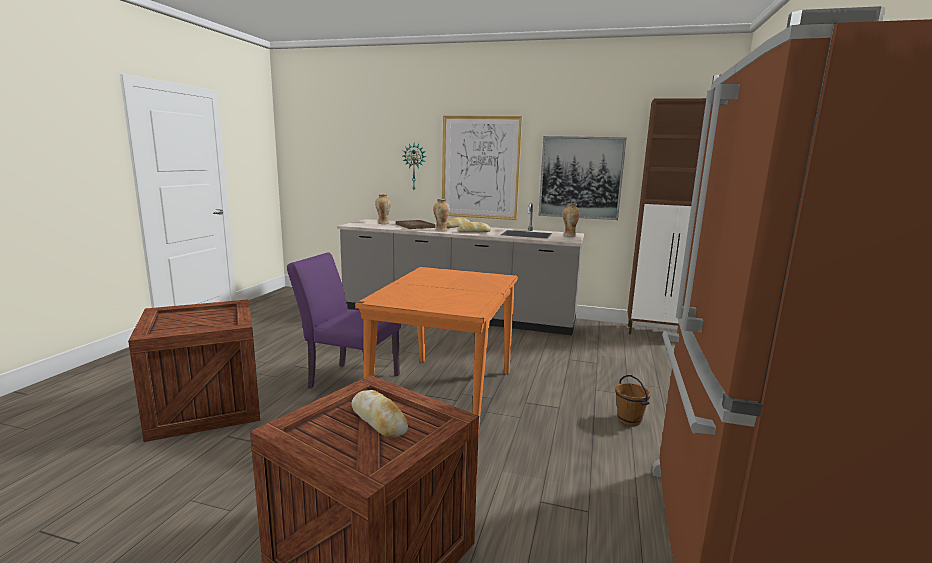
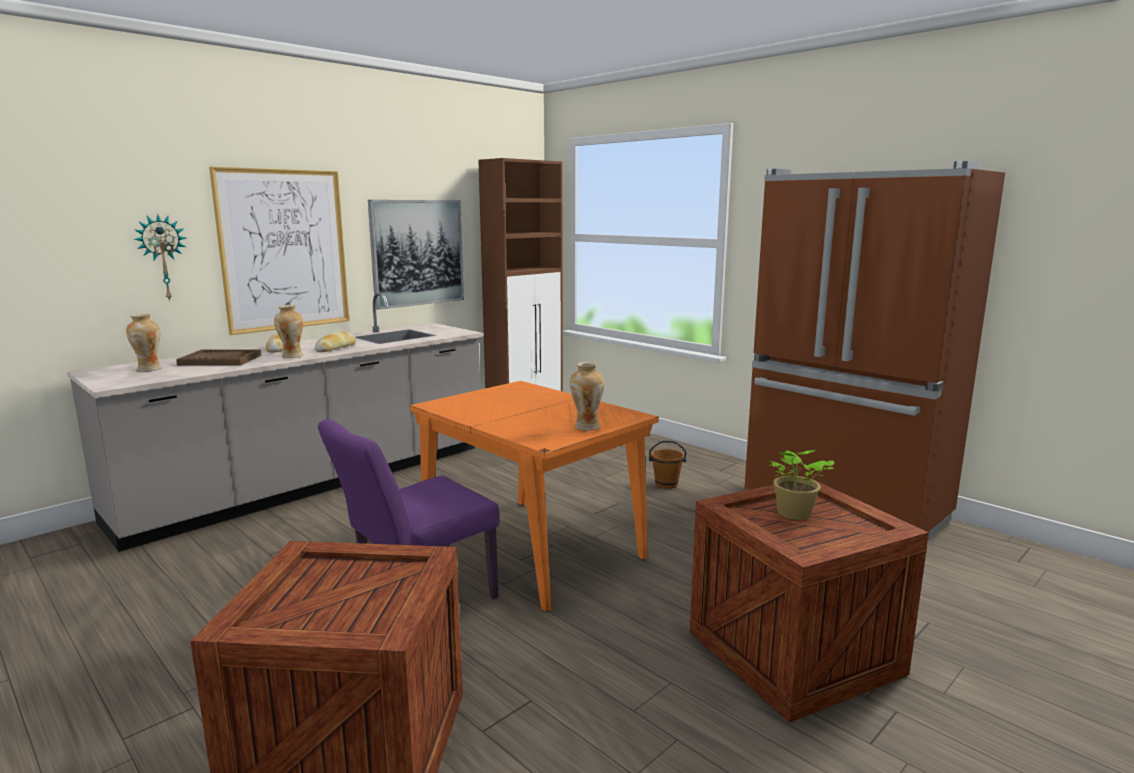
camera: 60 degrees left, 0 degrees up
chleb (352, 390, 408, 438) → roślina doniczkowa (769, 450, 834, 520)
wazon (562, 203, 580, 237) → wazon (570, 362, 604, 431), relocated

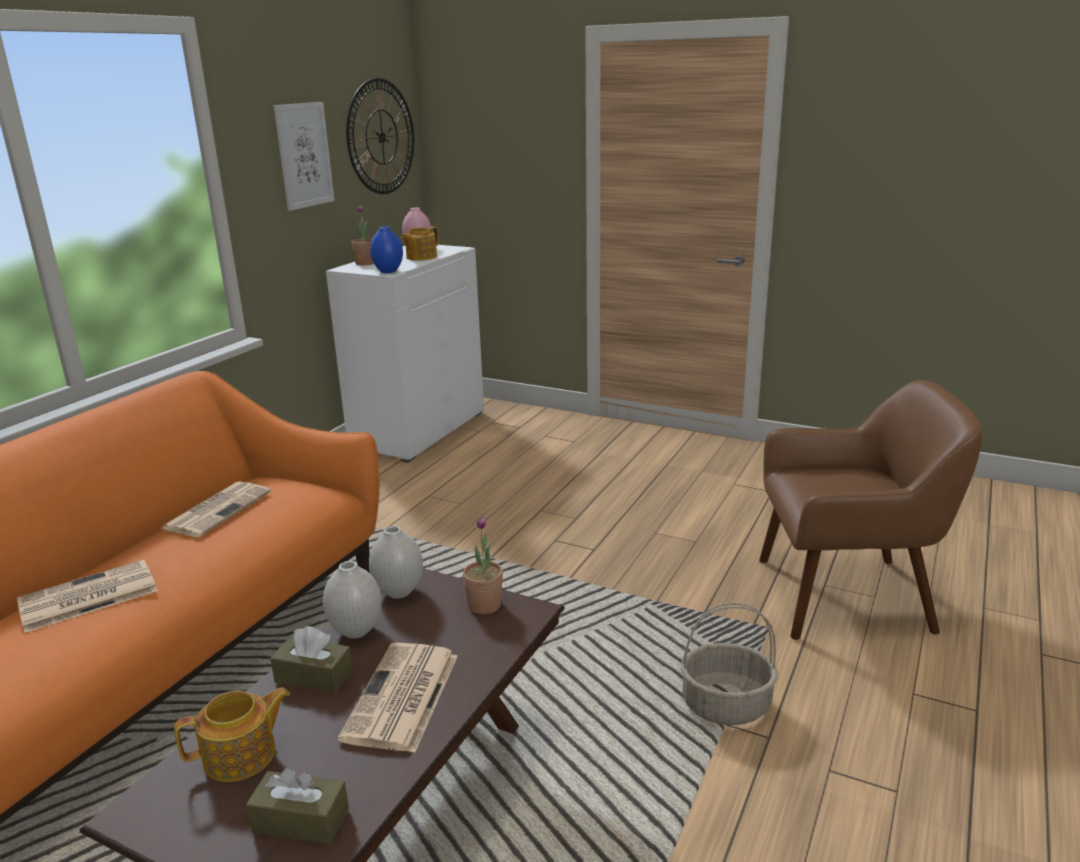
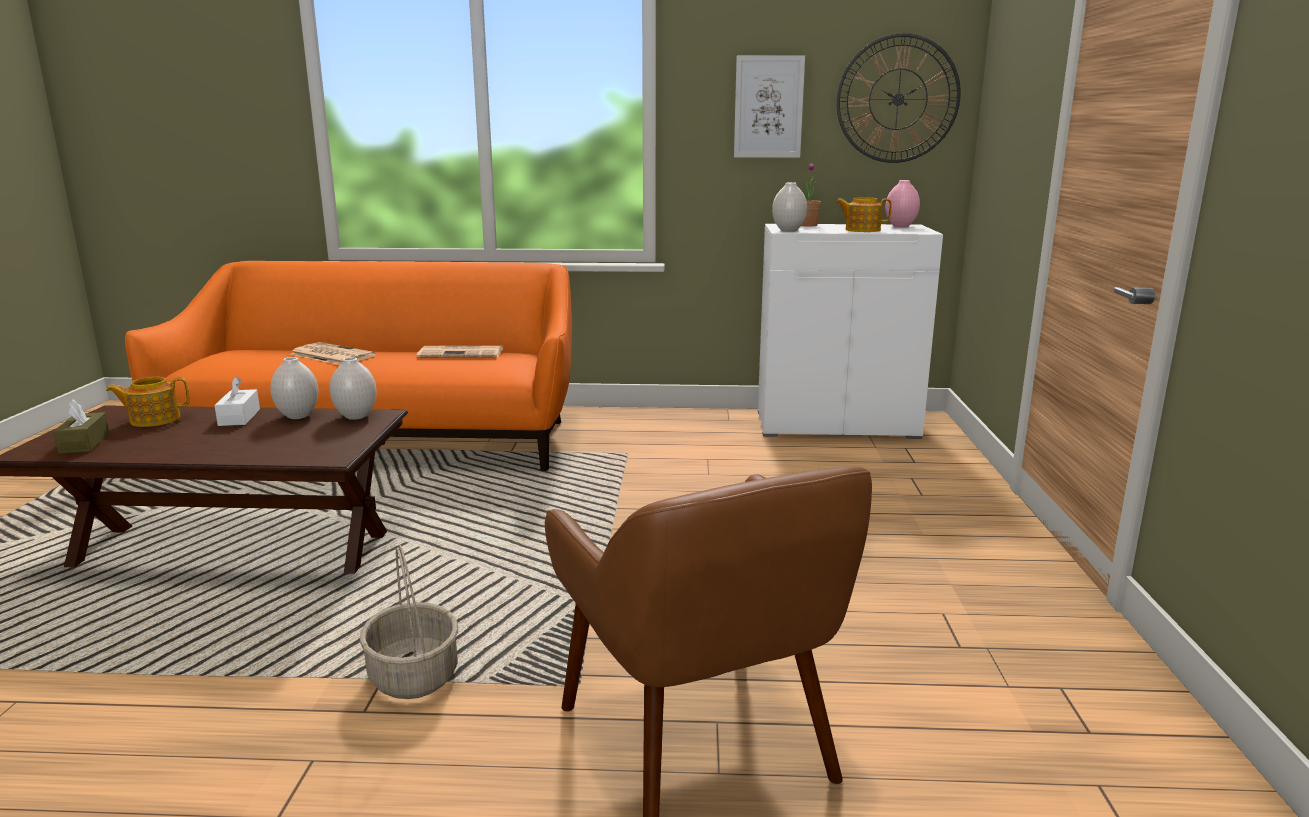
camera: 65 degrees right, 5 degrees down
imbryk (174, 688, 290, 782) → imbryk (106, 377, 190, 427), 120 degrees clockwise
pudełko chusteczek [brązowy] (270, 626, 353, 694) → pudełko chusteczek [biały] (214, 376, 260, 426)
gazeta (338, 642, 458, 753) → -
wazon [niebieski] (370, 226, 403, 273) → wazon [biały] (772, 182, 807, 232)
roślina doniczkowa (463, 517, 503, 614) → -

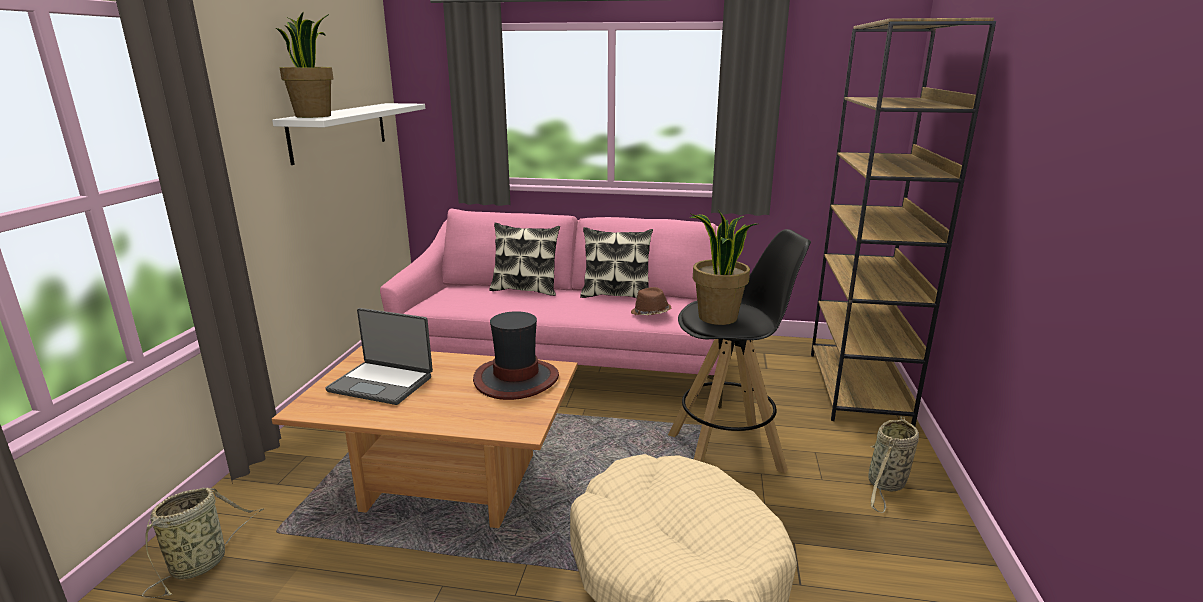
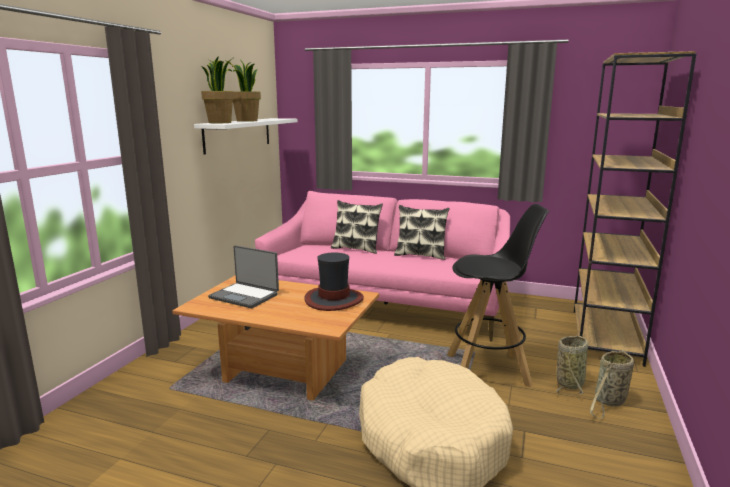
camera: 10 degrees right, 5 degrees down
koszyk (142, 488, 264, 598) → koszyk (556, 336, 588, 394), relocated
kapelusz [brązowy] (631, 287, 672, 315) → -
roślina doniczkowa (690, 210, 757, 325) → roślina doniczkowa (226, 59, 261, 122), relocated

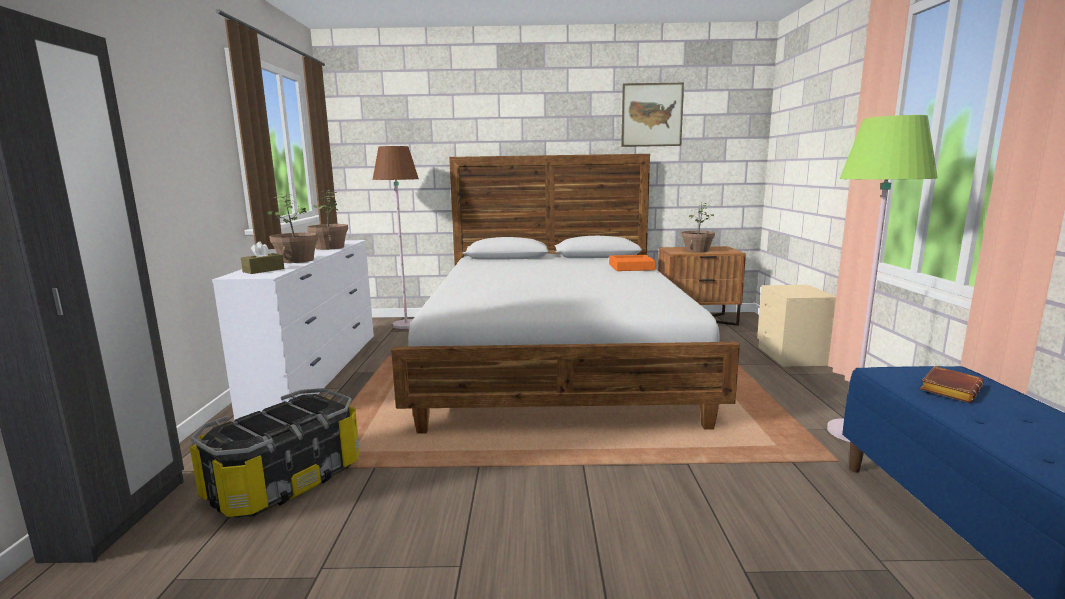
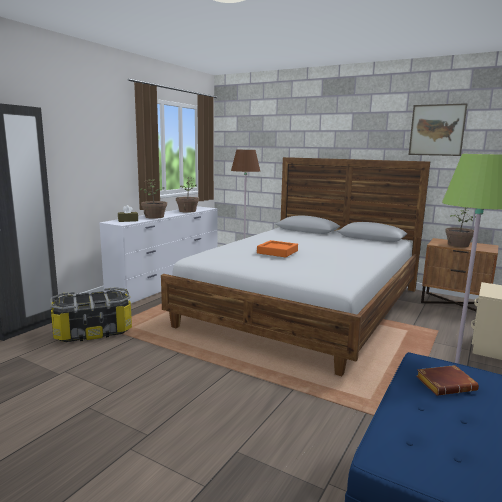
camera: 30 degrees right, 0 degrees up
taca [pomarańczowy] (609, 255, 656, 271) → taca [pomarańczowy] (257, 240, 298, 257), relocated

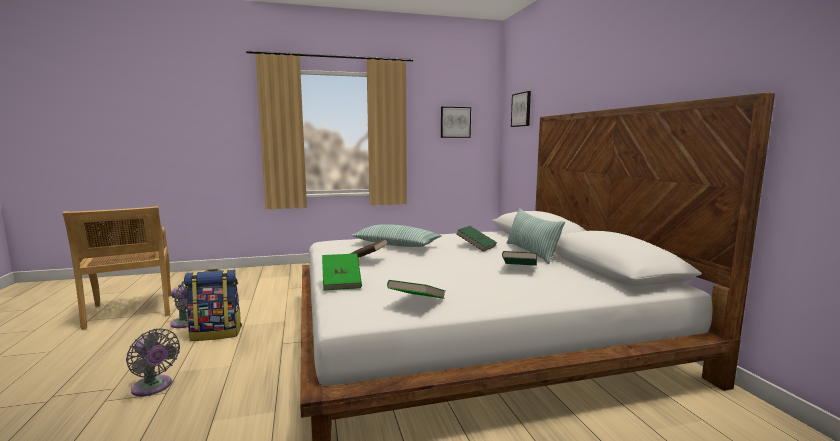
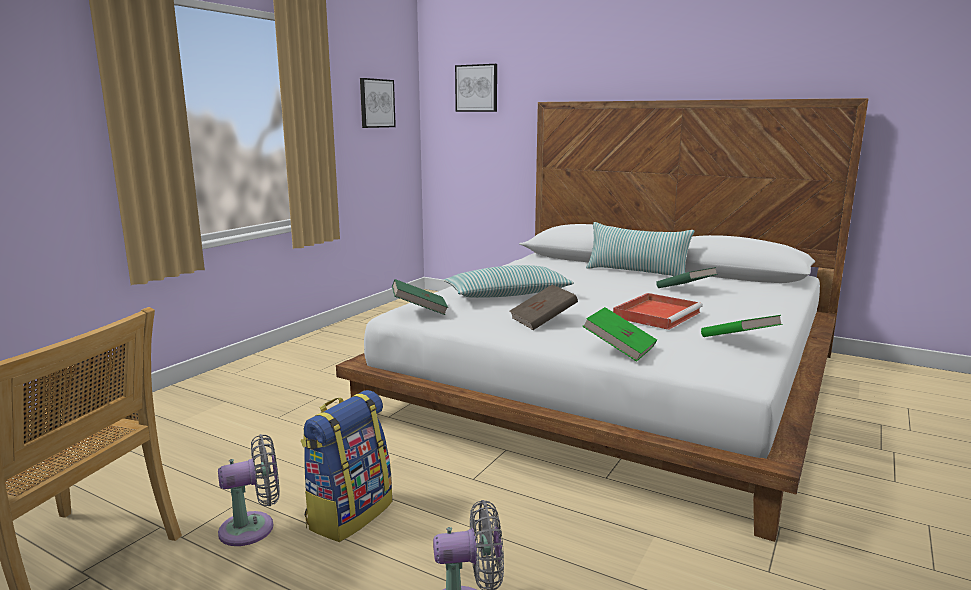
camera: 45 degrees left, 5 degrees up
książka [zielony] (456, 226, 497, 252) → książka [zielony] (392, 279, 448, 315), relocated
- → taca [czerwony] (613, 293, 703, 330)

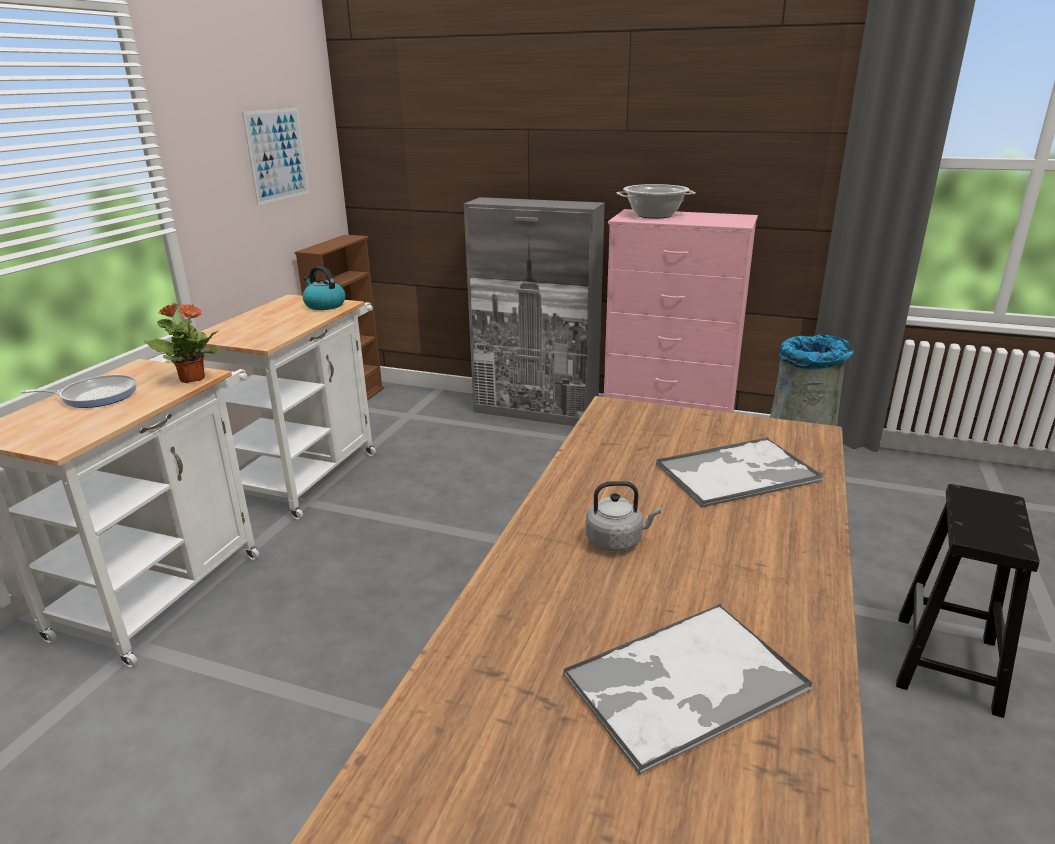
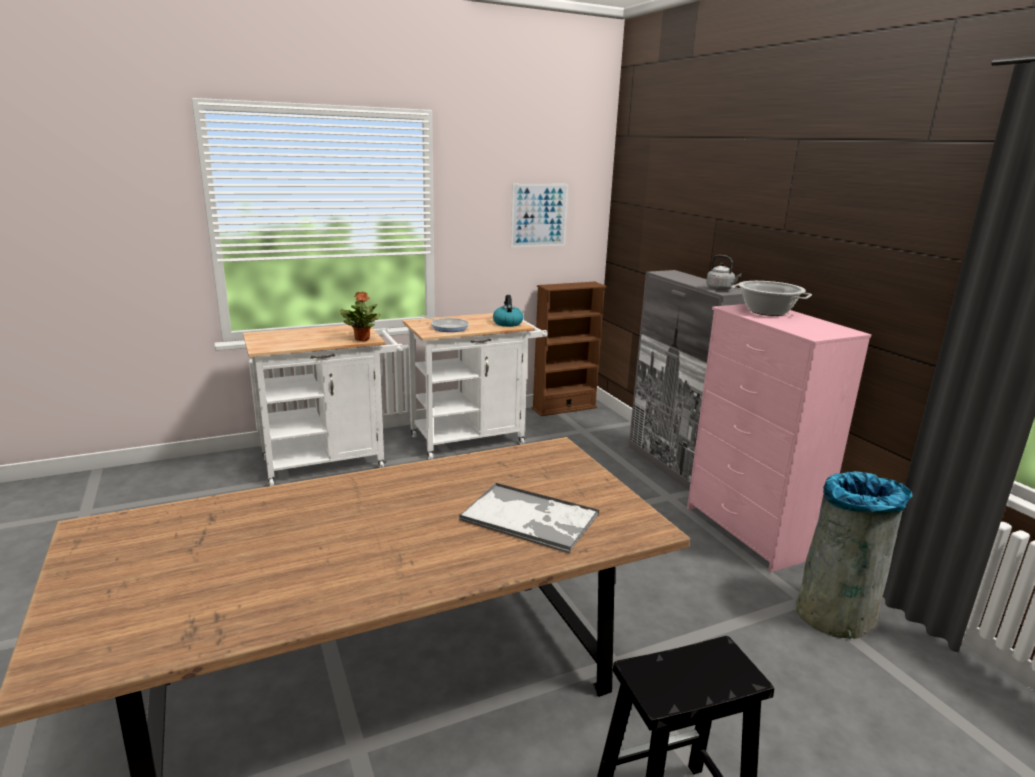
camera: 45 degrees right, 5 degrees down
patelnia (21, 375, 137, 408) → patelnia (421, 315, 469, 332), relocated
taca (563, 604, 812, 776) → -
czajnik [szary] (586, 481, 661, 551) → czajnik [szary] (706, 255, 742, 290), relocated

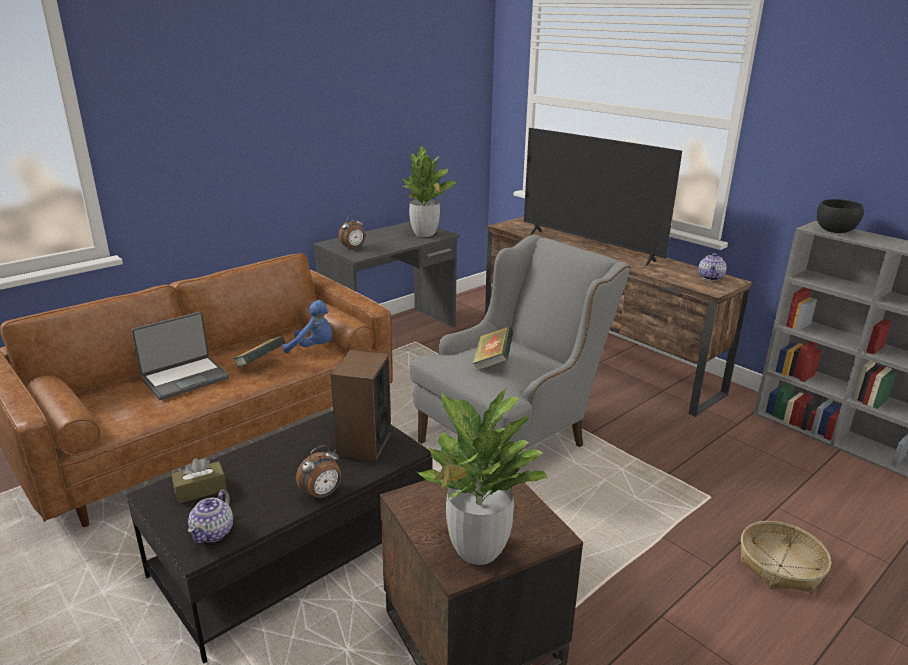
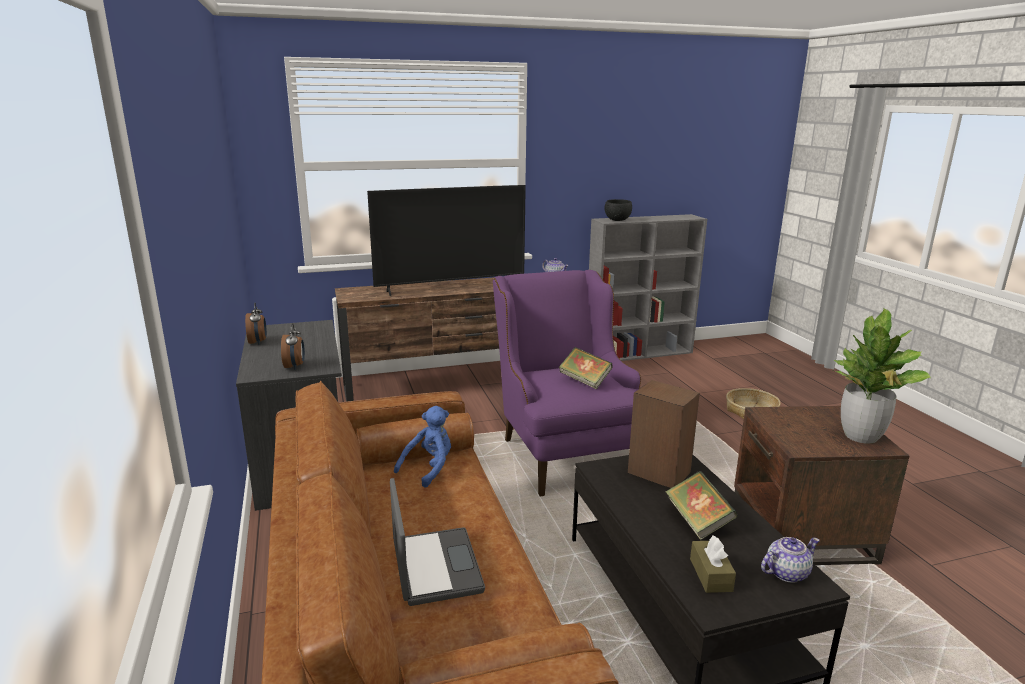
camera: 65 degrees left, 5 degrees down
imbryk (188, 490, 233, 544) → imbryk (761, 537, 820, 583), 60 degrees counterclockwise
książka (233, 336, 285, 367) → książka (666, 471, 738, 540), relocated
budzik (296, 445, 342, 500) → budzik (245, 303, 267, 345), relocated
roślina doniczkowa (403, 146, 456, 237) → -
fotel [szary] (410, 235, 631, 455) → fotel [fioletowy] (493, 270, 641, 496)

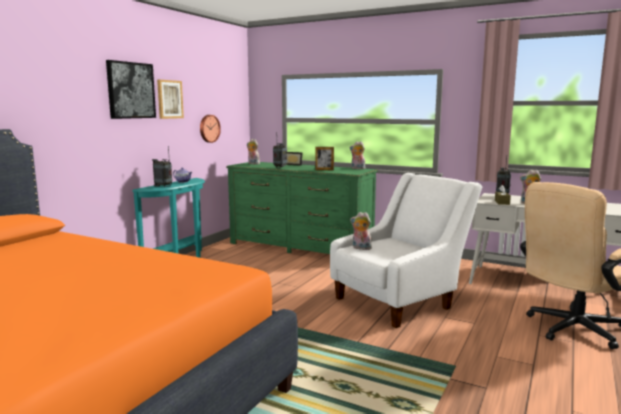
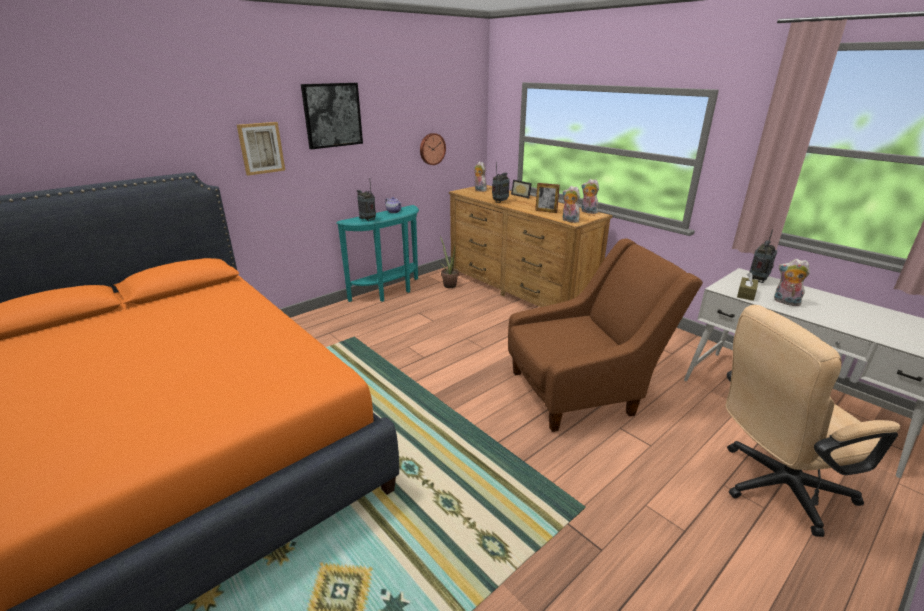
camera: 20 degrees right, 15 degrees up
obraz (157, 80, 184, 119) → obraz (237, 122, 285, 176), relocated
komoda [zielony] (226, 162, 378, 254) → komoda [brązowy] (449, 185, 613, 307)
fotel [biały] (330, 173, 482, 328) → fotel [brązowy] (508, 239, 703, 432)
pluszak (350, 212, 373, 250) → pluszak (562, 186, 580, 223), relocated
- → roślina doniczkowa (440, 236, 459, 288)

